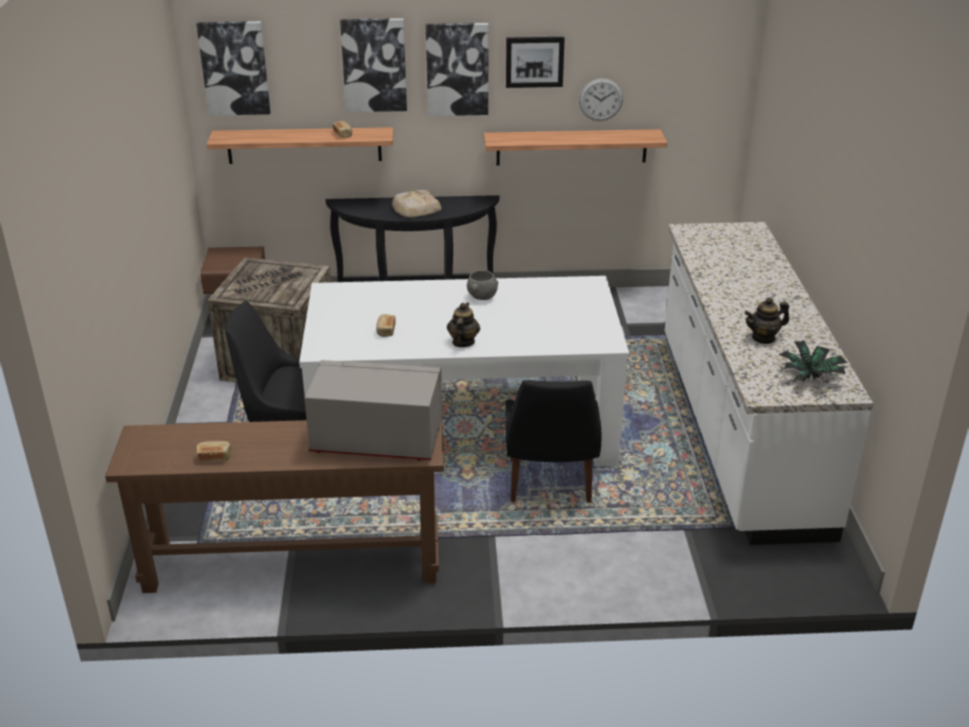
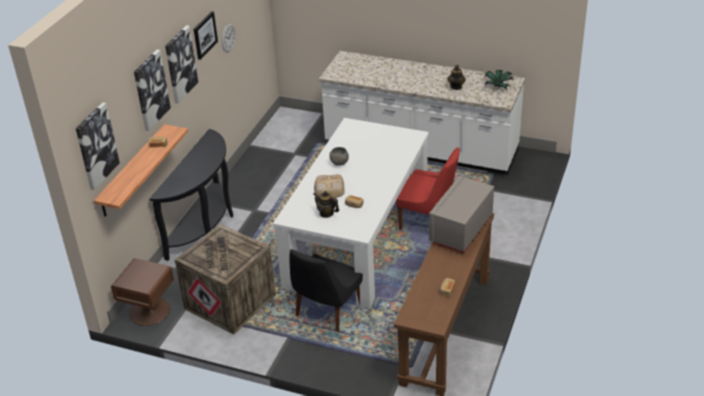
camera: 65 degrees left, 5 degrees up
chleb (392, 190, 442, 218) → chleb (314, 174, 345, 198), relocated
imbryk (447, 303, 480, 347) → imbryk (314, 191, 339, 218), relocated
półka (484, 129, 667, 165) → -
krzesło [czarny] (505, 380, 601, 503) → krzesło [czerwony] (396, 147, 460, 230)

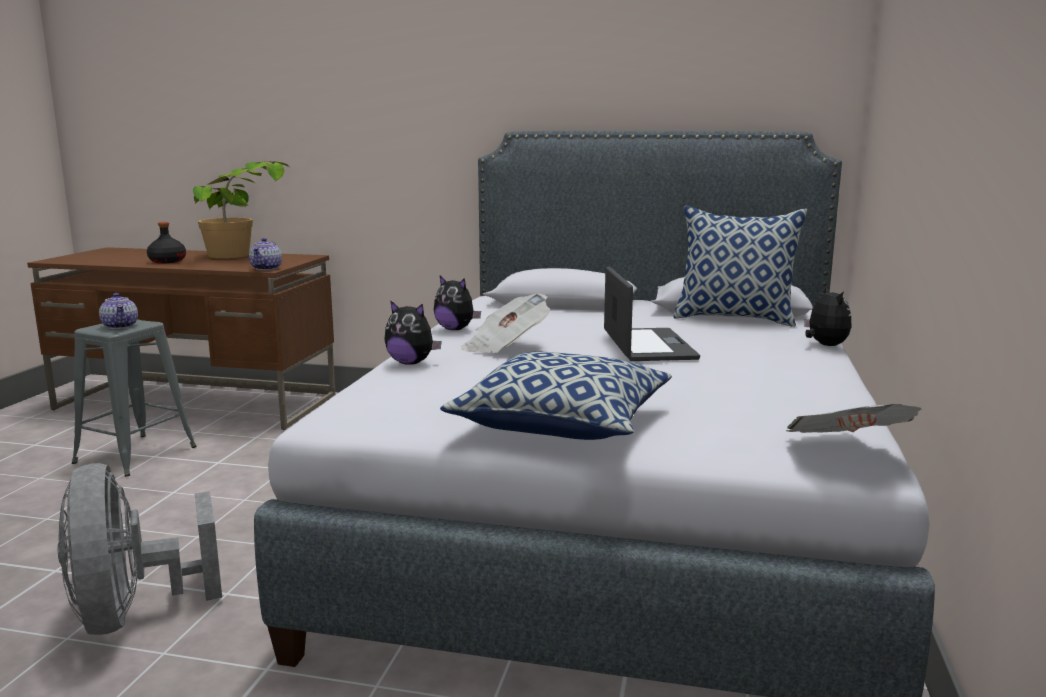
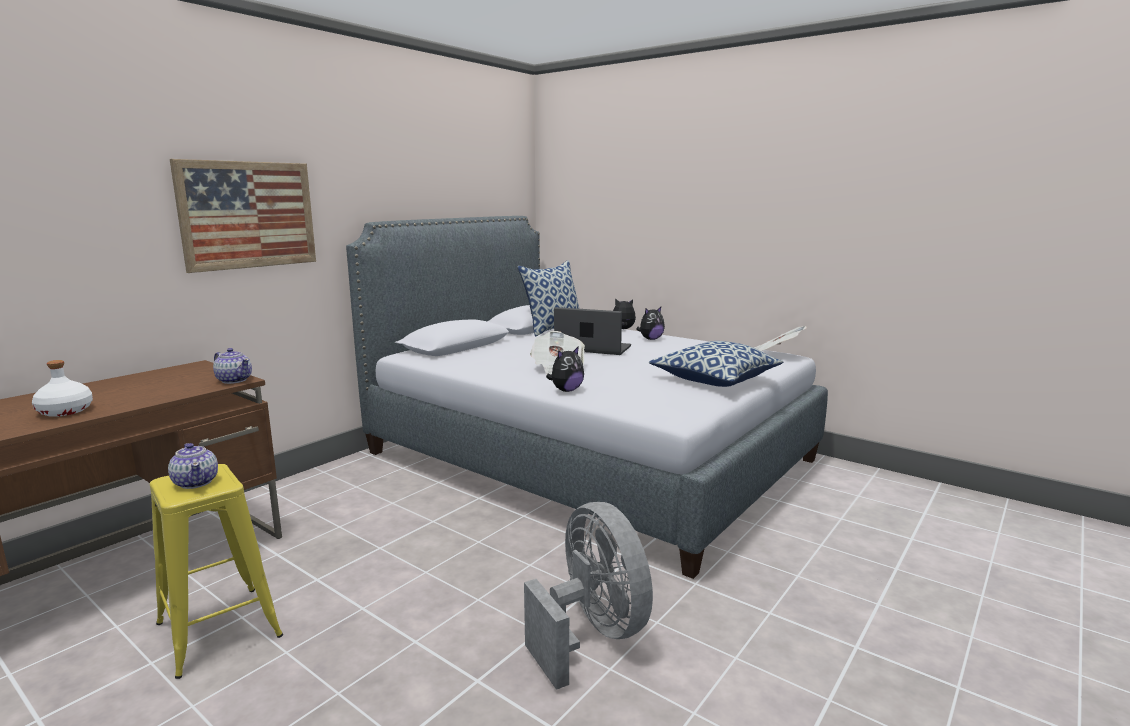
camera: 65 degrees left, 0 degrees up
wentylator [szary] (58, 463, 222, 635) → wentylator [szary] (524, 502, 653, 690), 120 degrees counterclockwise
stołek [szary] (72, 319, 197, 477) → stołek [żółty] (150, 464, 283, 679)
imbryk (99, 293, 138, 329) → imbryk (168, 443, 218, 489), 60 degrees clockwise
butelka [czarny] (147, 222, 186, 263) → butelka [biały] (32, 360, 93, 417)
roślina doniczkowa (193, 161, 291, 259) → -
pluszak (434, 276, 481, 330) → pluszak (637, 307, 665, 340), relocated
- → obraz (170, 159, 316, 273)

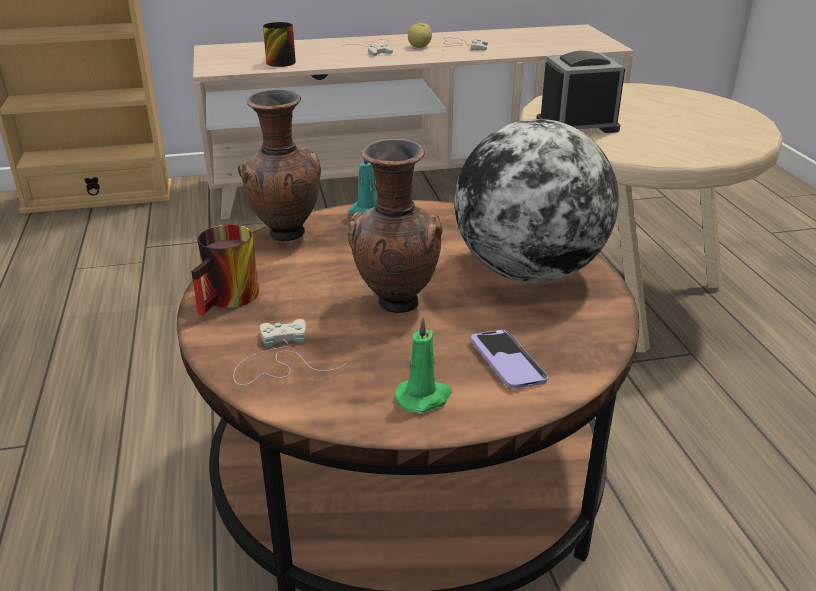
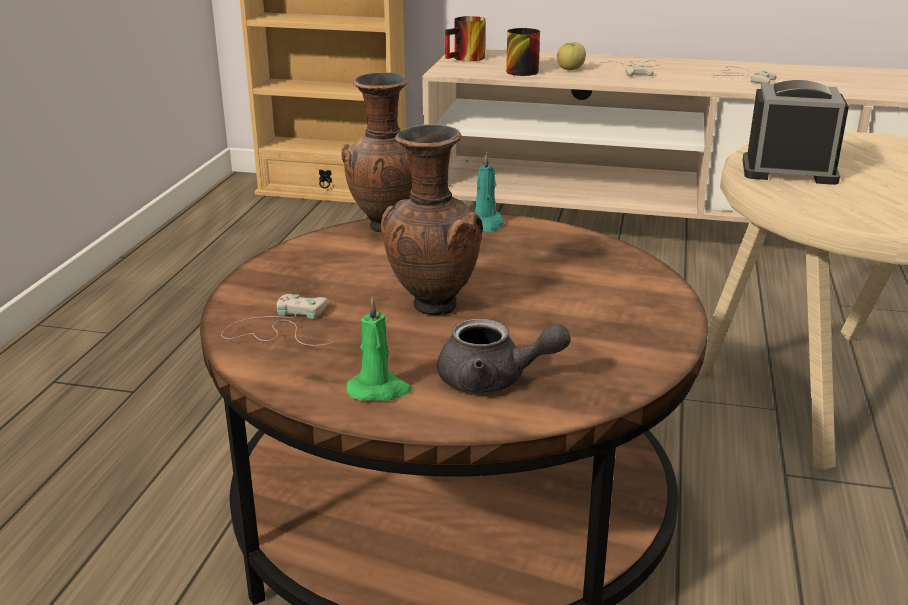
camera: 25 degrees right, 5 degrees down
kubek (191, 224, 259, 315) → kubek (445, 16, 485, 61), relocated
jabłko (408, 23, 432, 48) → jabłko (557, 42, 586, 70), relocated
globus (455, 119, 619, 283) → -
telefon (470, 330, 548, 389) → imbryk [szary] (437, 318, 571, 393)

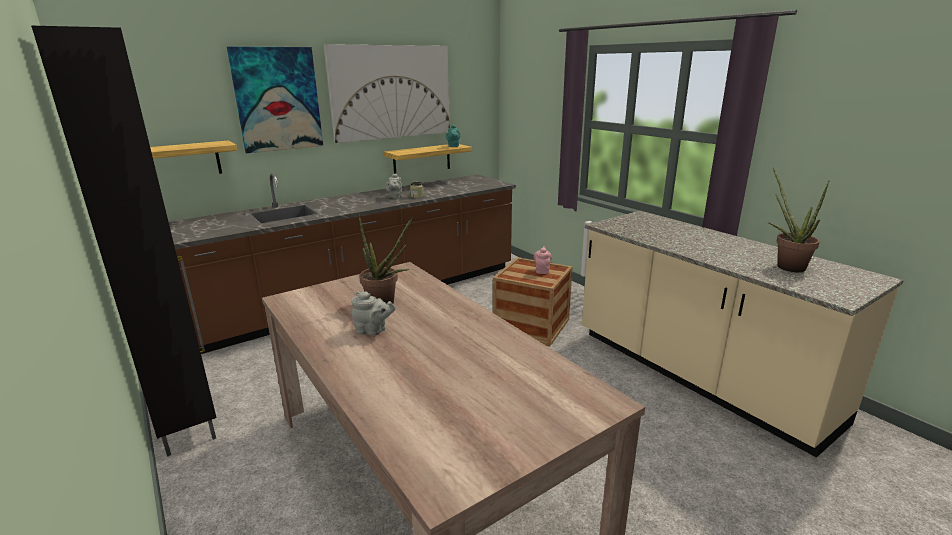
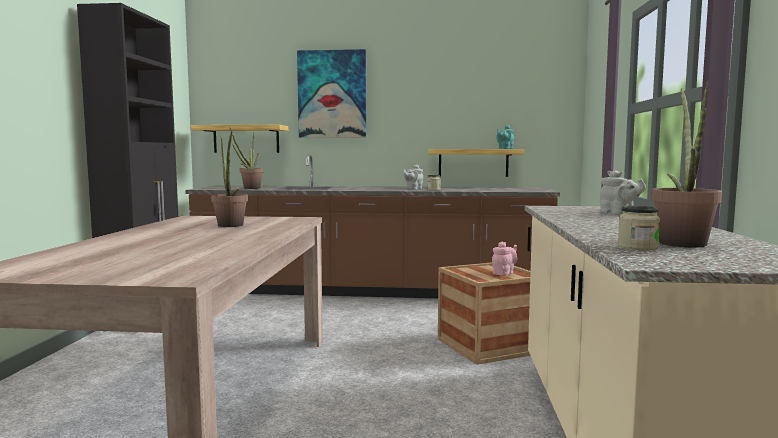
camera: 40 degrees right, 15 degrees down
obraz (324, 44, 450, 143) → -
imbryk [szary] (351, 291, 396, 335) → imbryk [szary] (600, 170, 646, 214), relocated
- → roślina doniczkowa (230, 128, 264, 189)
- → słoik (618, 206, 660, 250)

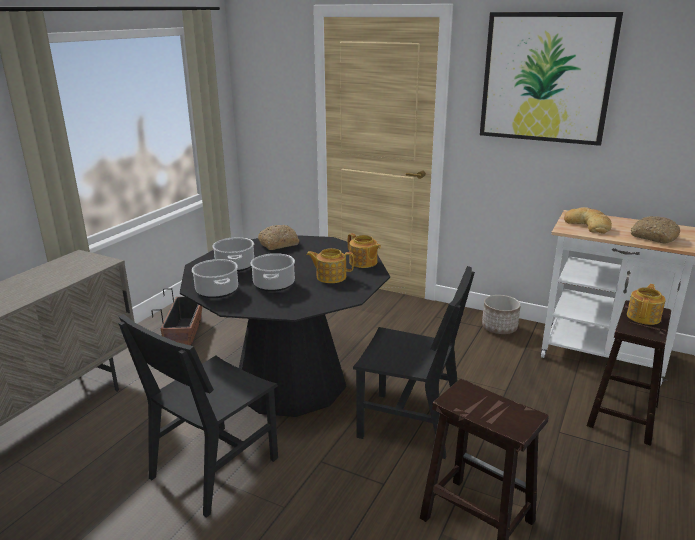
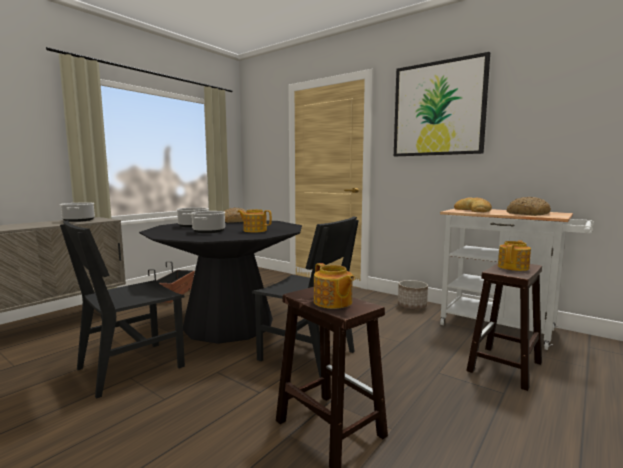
camera: 10 degrees right, 15 degrees down
garnek (192, 259, 238, 298) → garnek (60, 202, 95, 222), relocated
imbryk (348, 233, 381, 268) → imbryk (314, 263, 355, 309), relocated

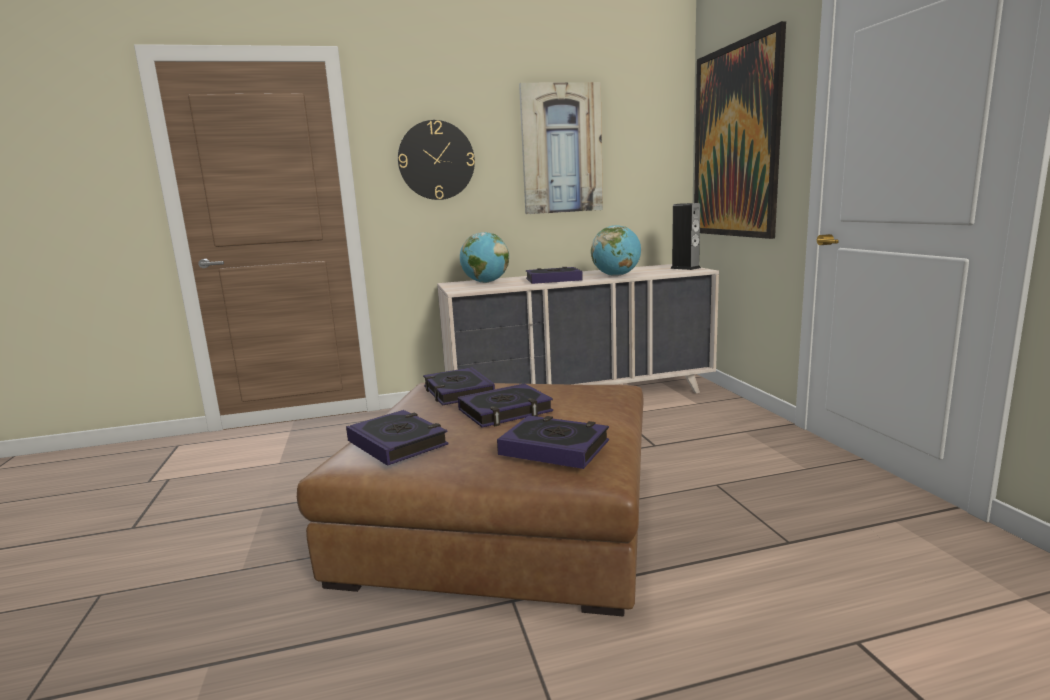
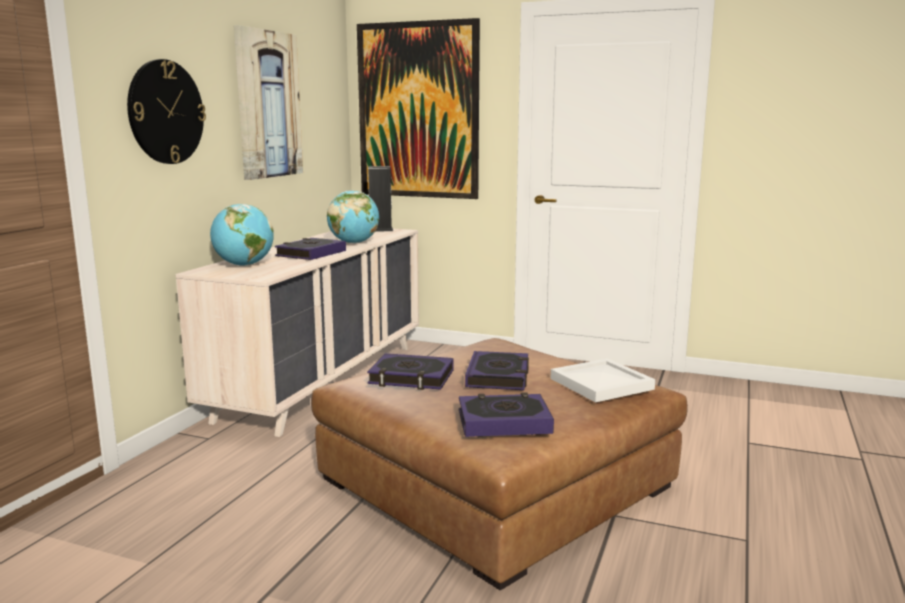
camera: 55 degrees left, 0 degrees up
książka (497, 415, 609, 469) → taca [biały] (551, 358, 655, 403)

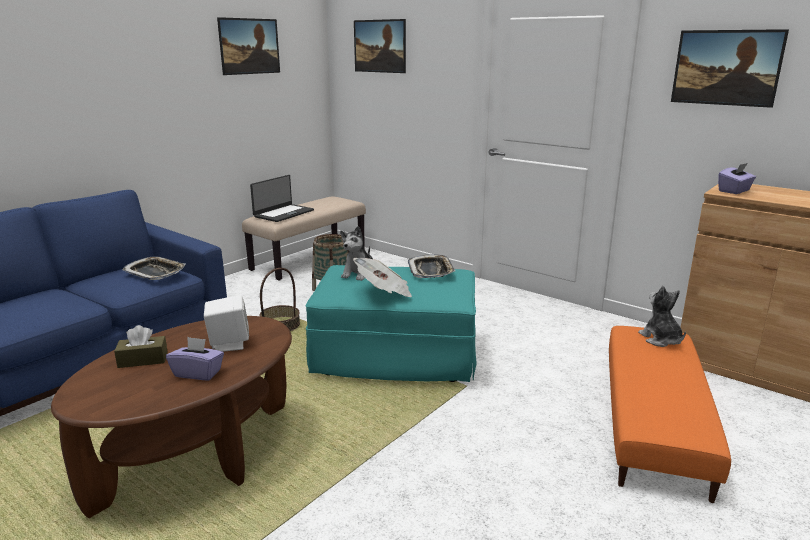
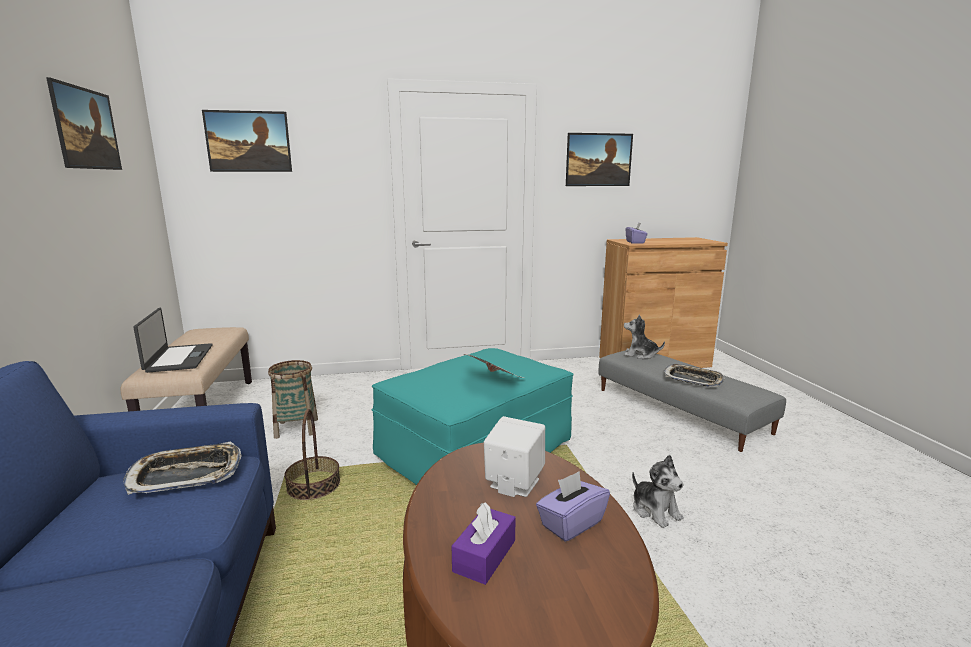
camera: 50 degrees left, 5 degrees down
pudełko chusteczek [brązowy] (114, 325, 168, 368) → pudełko chusteczek [fioletowy] (452, 502, 516, 585)
pluszak (340, 226, 373, 281) → pluszak (632, 455, 684, 528), relocated
taca (408, 254, 455, 278) → taca (664, 364, 724, 387), relocated
pufa [pomarańczowy] (609, 326, 731, 503) → pufa [szary] (598, 350, 786, 452)

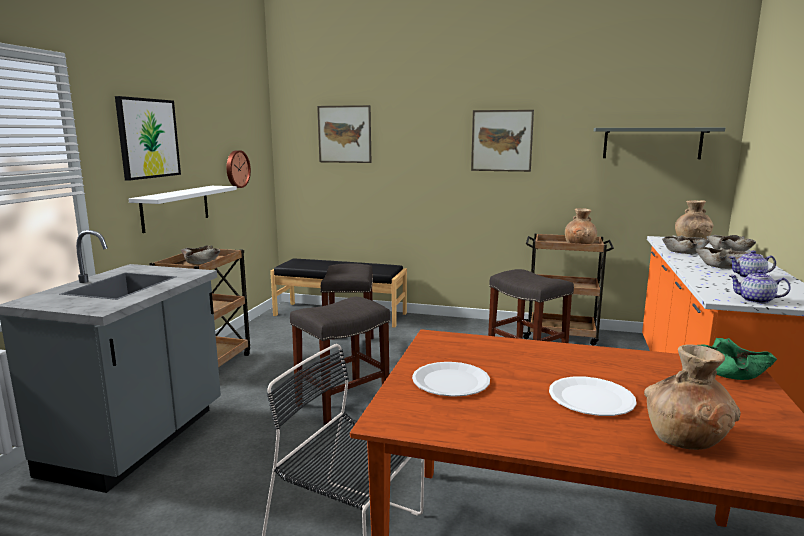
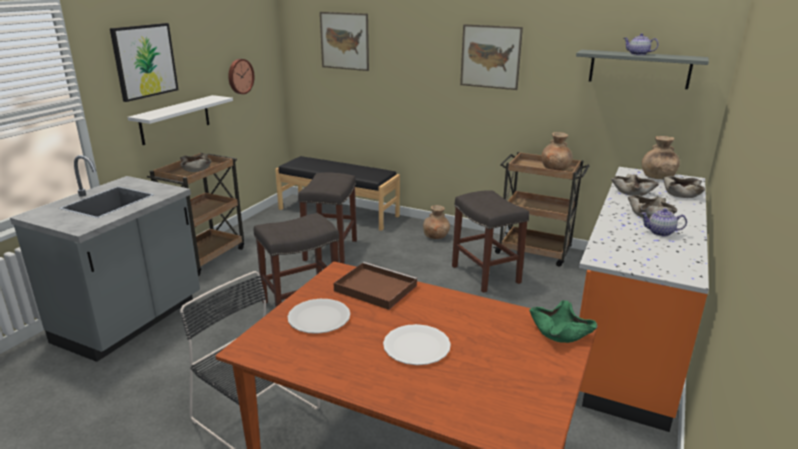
camera: 10 degrees right, 10 degrees up
wazon [brązowy] (644, 344, 741, 450) → wazon [brązowy] (423, 205, 450, 239), relocated
imbryk (729, 270, 791, 304) → imbryk (624, 33, 659, 55), relocated
- → taca [brązowy] (334, 262, 418, 310)

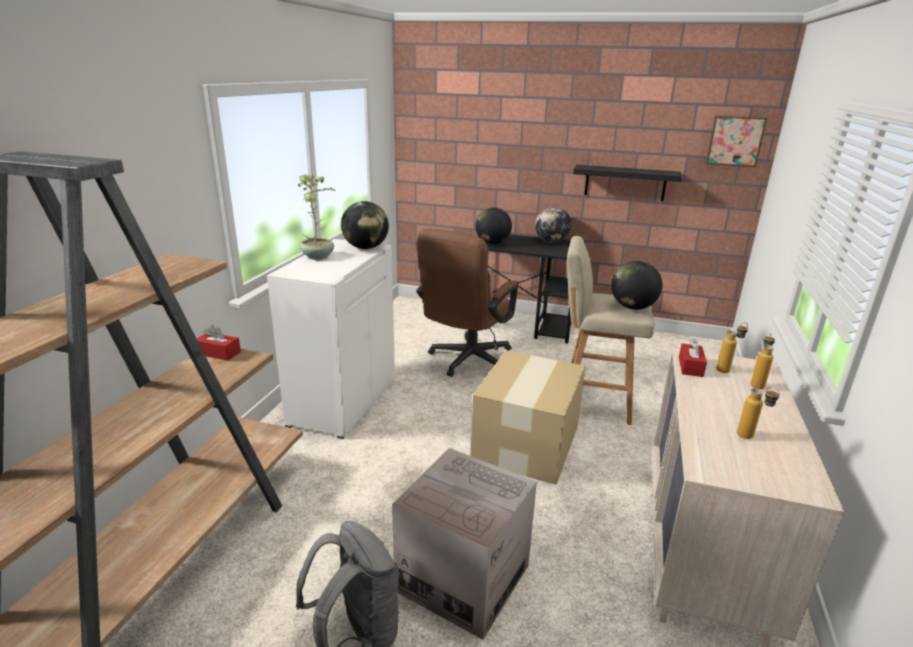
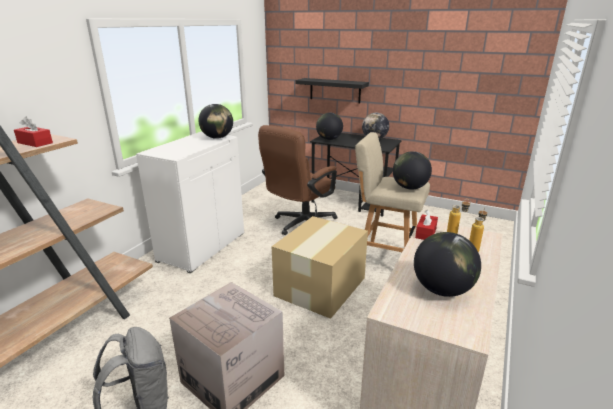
camera: 10 degrees right, 0 degrees up
pudełko chusteczek [czerwony] (197, 325, 241, 361) → pudełko chusteczek [czerwony] (14, 116, 53, 147), relocated
roślina doniczkowa (298, 173, 336, 260) → -
półka [czarny] (573, 165, 682, 201) → półka [czarny] (296, 78, 369, 103), relocated
obraz (706, 115, 767, 167) → -
butelka (737, 387, 780, 439) → globus (414, 232, 481, 297)

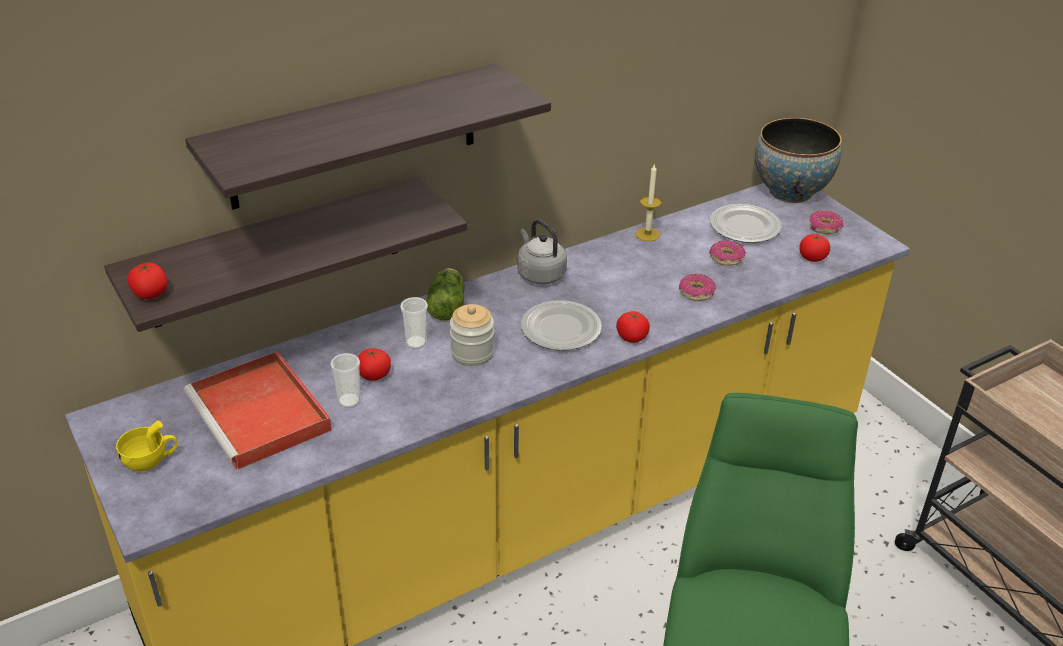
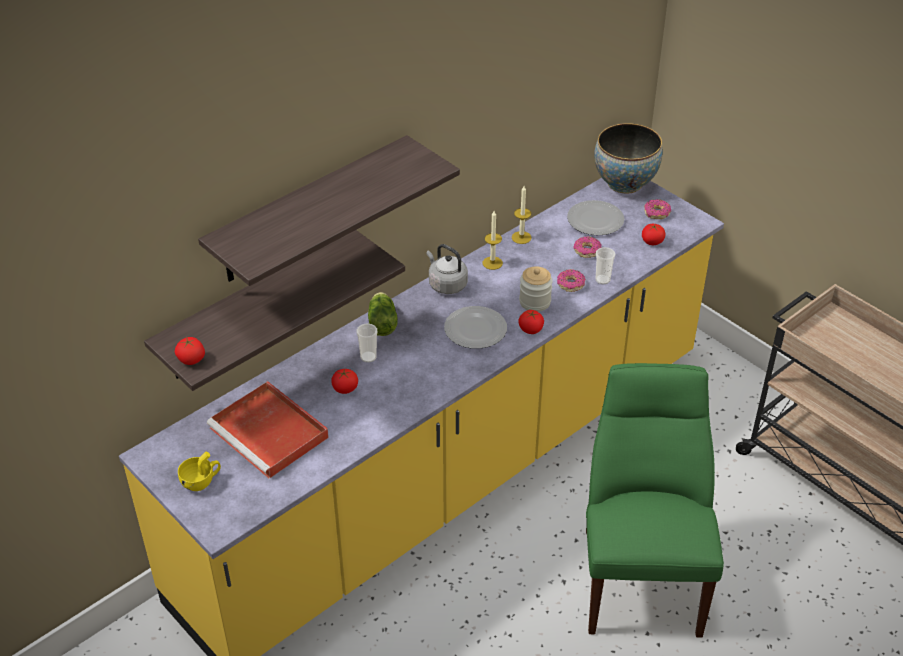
camera: 10 degrees left, 5 degrees up
filiżanka (330, 353, 360, 408) → filiżanka (595, 247, 616, 284), relocated
słoik (450, 304, 494, 366) → słoik (519, 266, 553, 312), relocated
- → świeca (483, 211, 503, 270)

